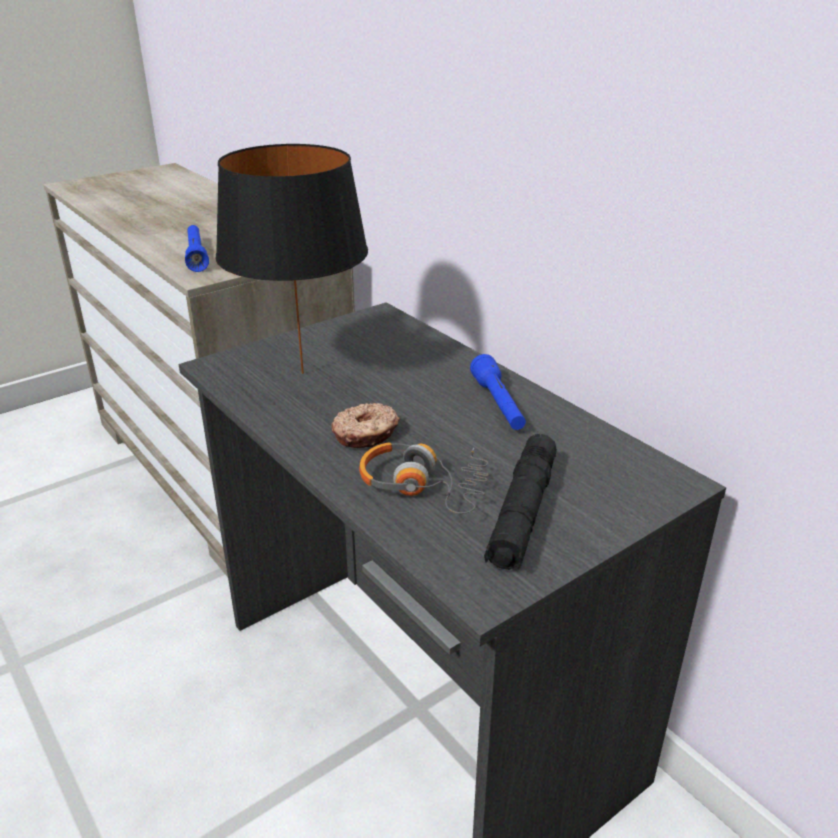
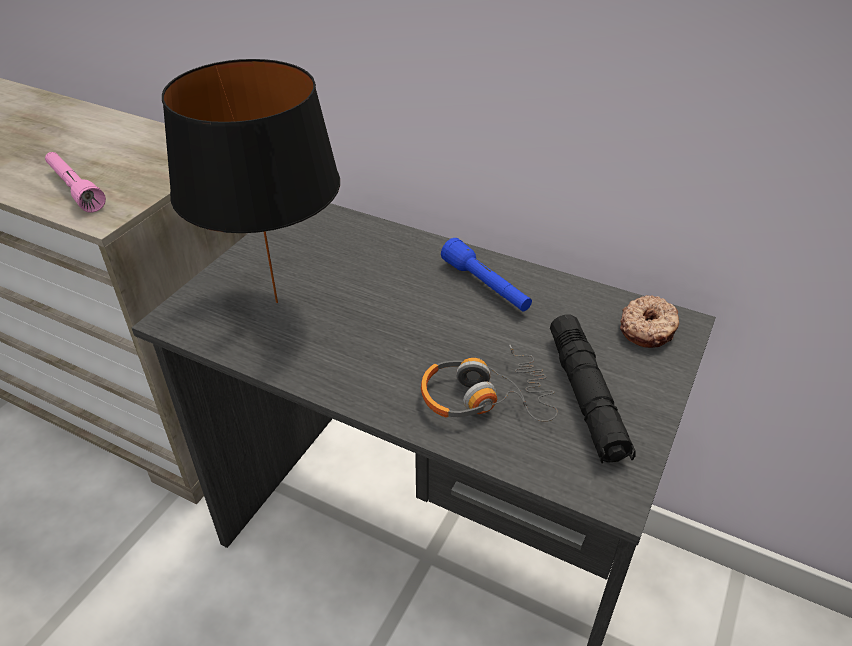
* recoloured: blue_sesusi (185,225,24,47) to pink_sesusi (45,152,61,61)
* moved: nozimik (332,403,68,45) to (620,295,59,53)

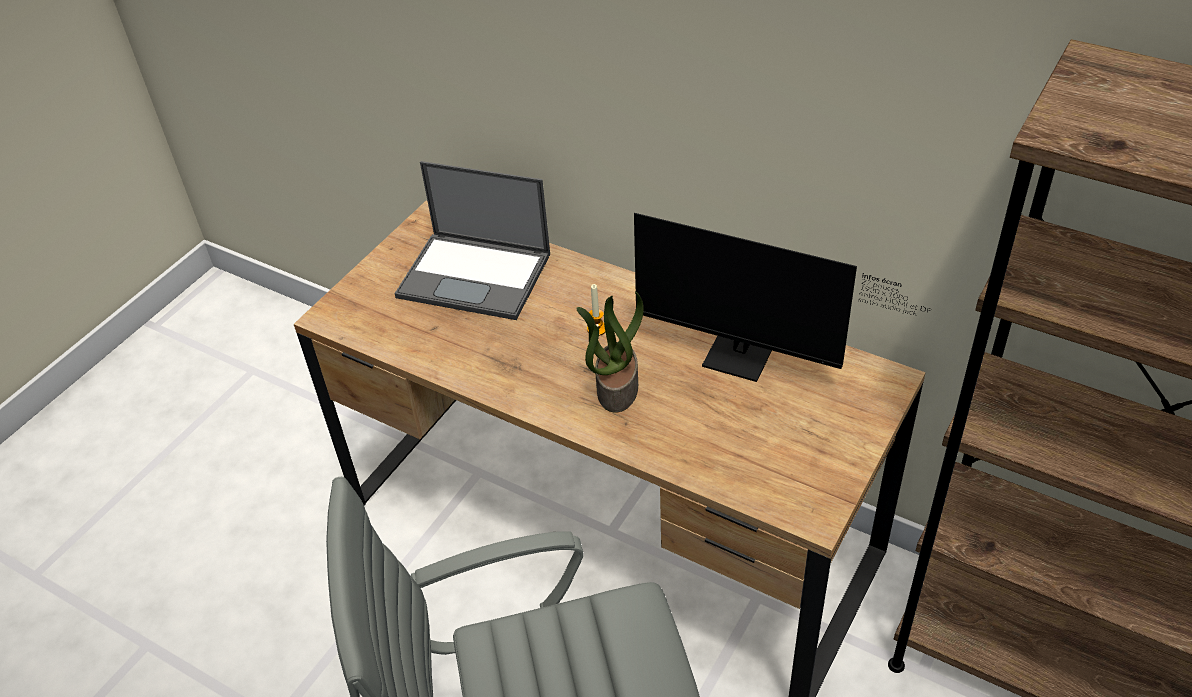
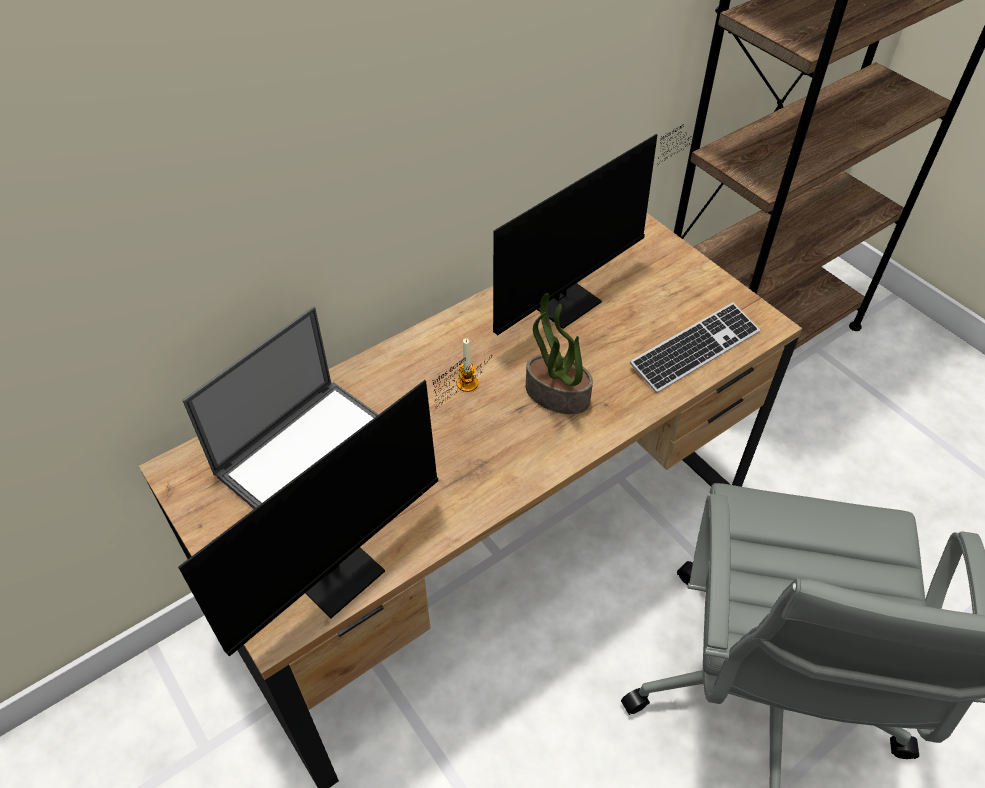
* added: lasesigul (178,355,313,302)
* added: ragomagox (630,303,130,90)

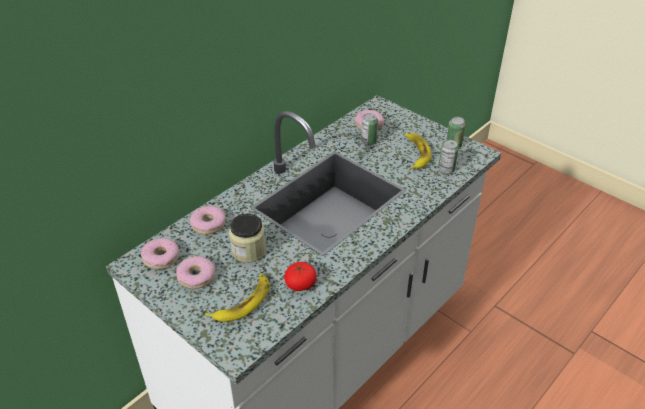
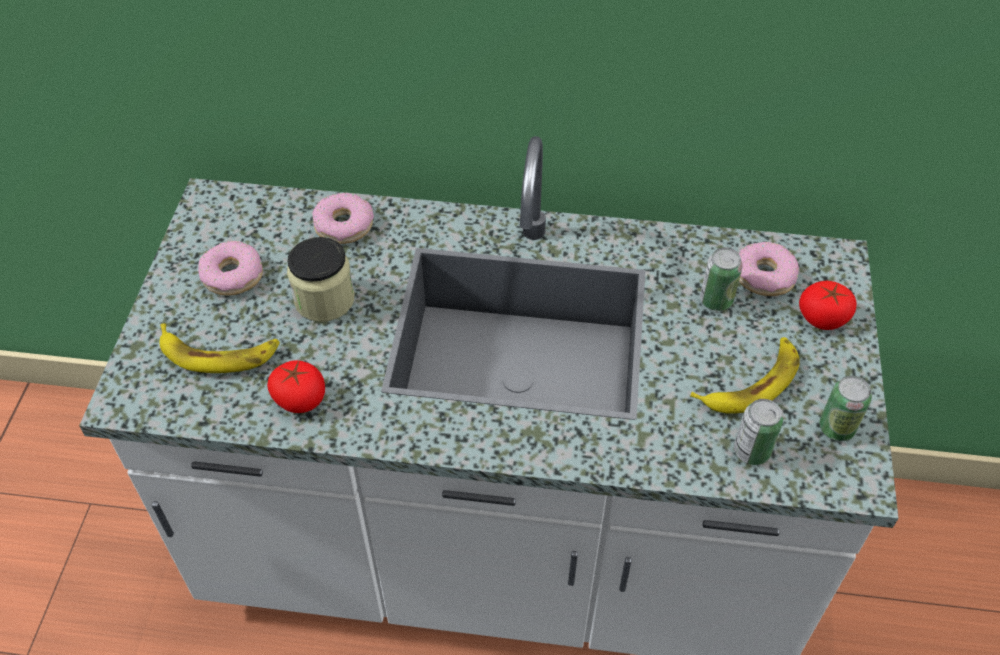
* added: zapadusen (799,281,57,49)
* removed: nozimik (141,238,38,31)

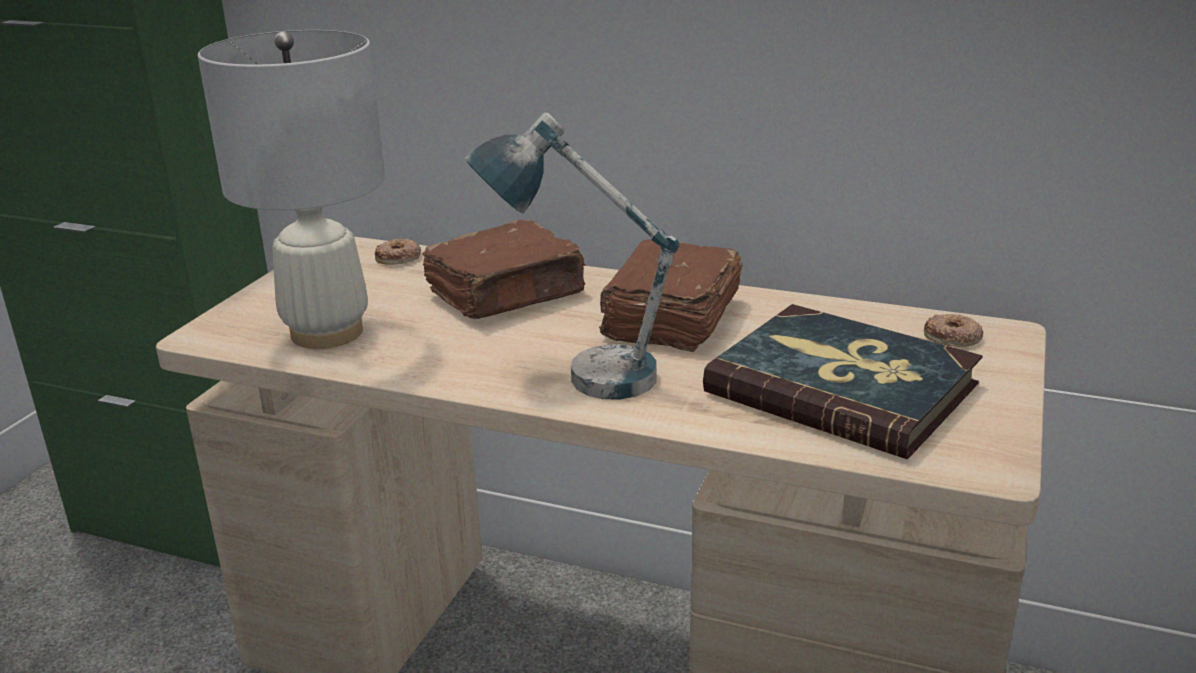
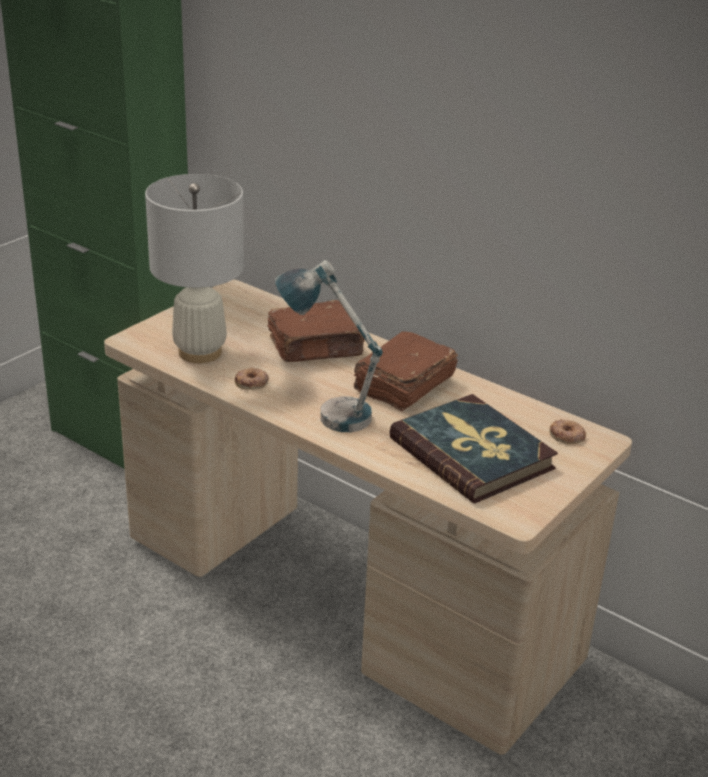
* moved: nozimik (375,239,46,26) to (235,368,34,22)

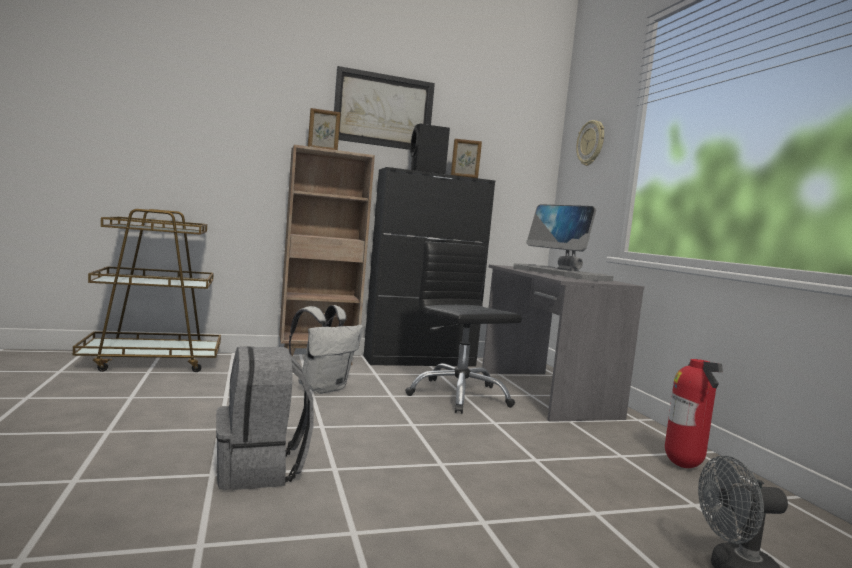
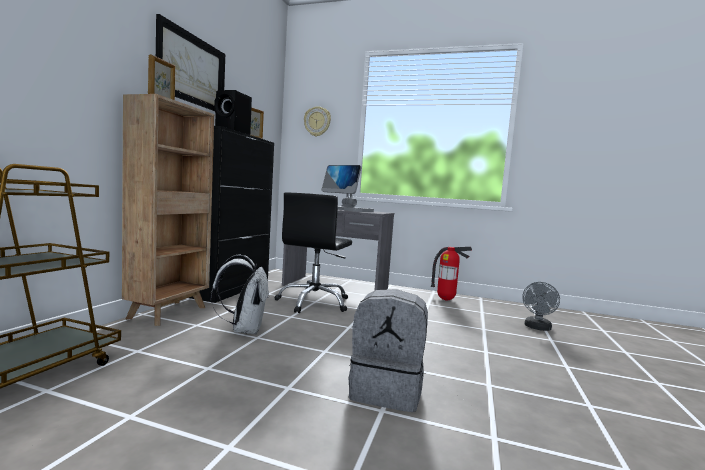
* turned: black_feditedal (405,242,117,172) = (274,193,78,120) 75 degrees counterclockwise
* turned: lasesigul (513,204,101,77) = (321,165,53,47) 45 degrees clockwise

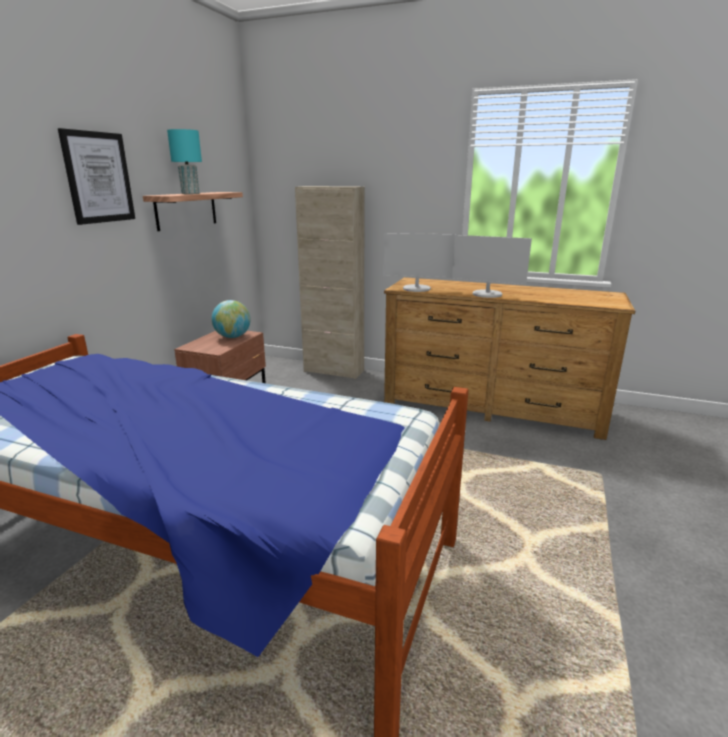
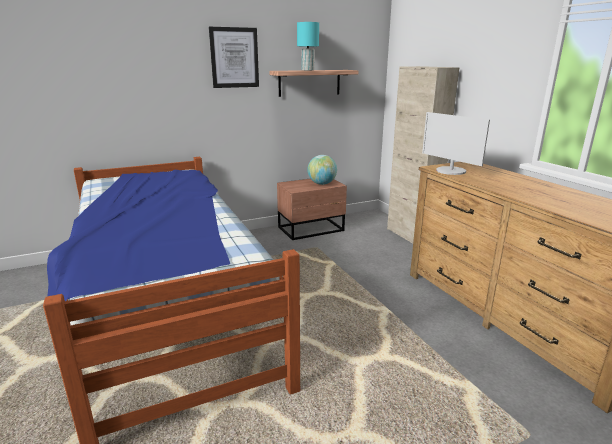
* removed: lasesigul (452,235,80,63)

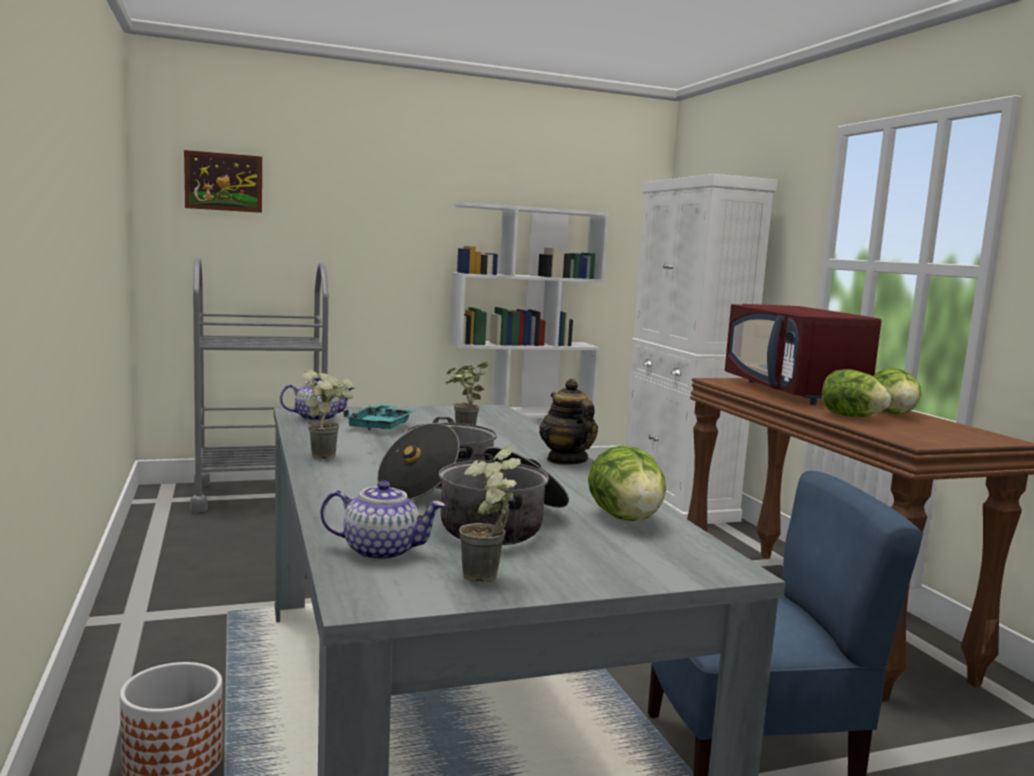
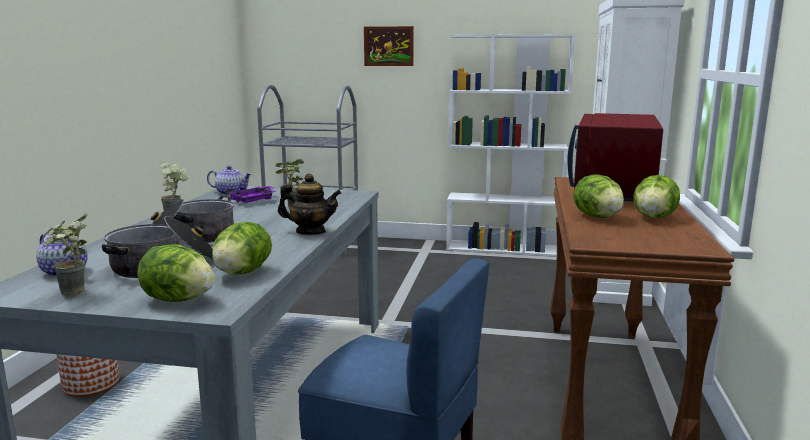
* added: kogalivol (137,244,78,58)
* recoloured: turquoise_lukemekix (343,404,71,26) to purple_lukemekix (226,186,51,17)
* turned: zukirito (539,379,59,86) = (278,174,63,61) 90 degrees clockwise
* moved: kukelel (184,150,78,63) to (364,26,50,40)

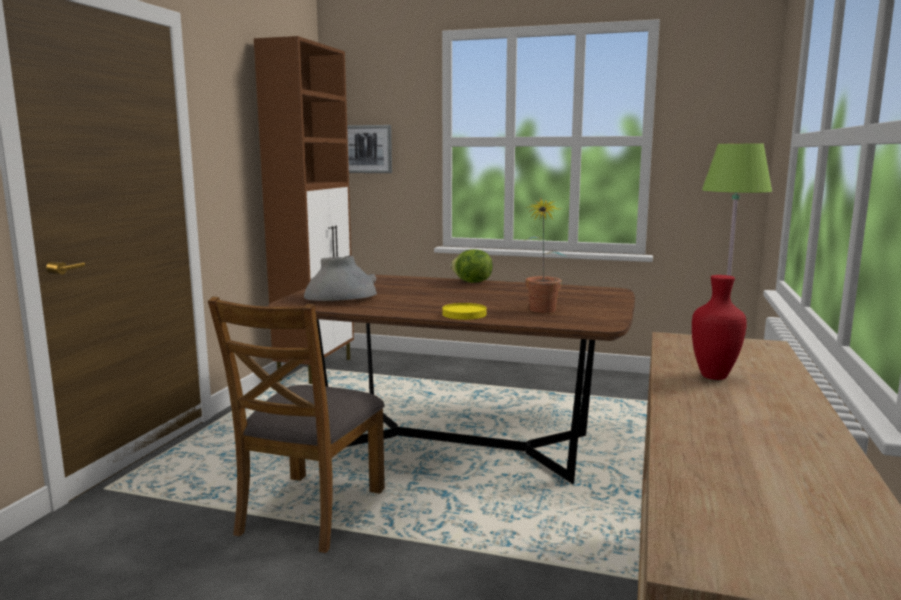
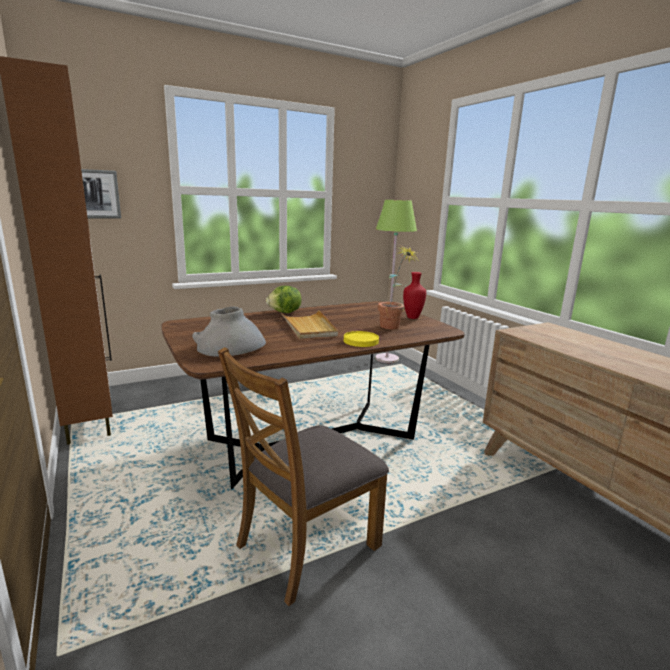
* turned: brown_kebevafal (208,297,177,256) = (218,347,171,259) 75 degrees clockwise
* added: beige_lukemekix (281,310,57,29)
* moved: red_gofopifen (692,275,55,105) to (403,272,23,47)

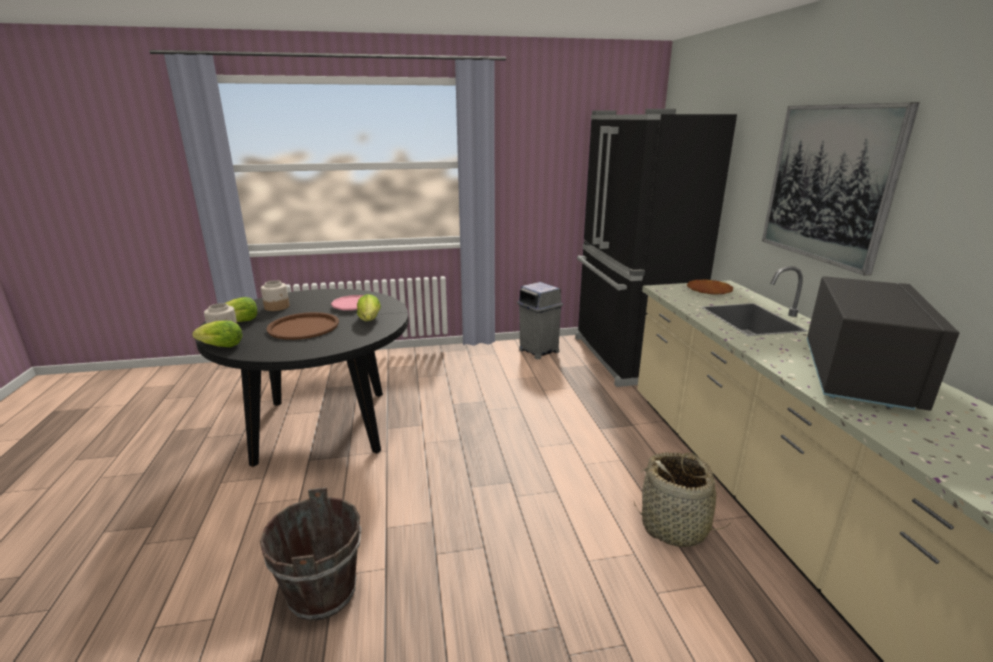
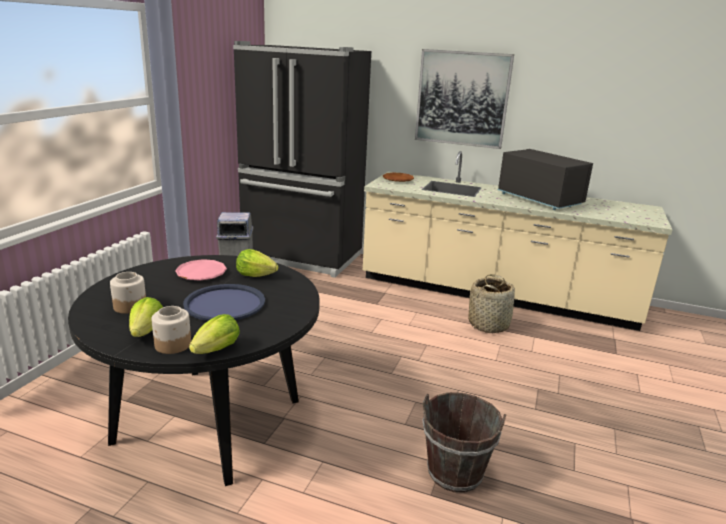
* recoloured: brown_lukemekix (266,312,73,28) to blue_lukemekix (183,284,82,37)

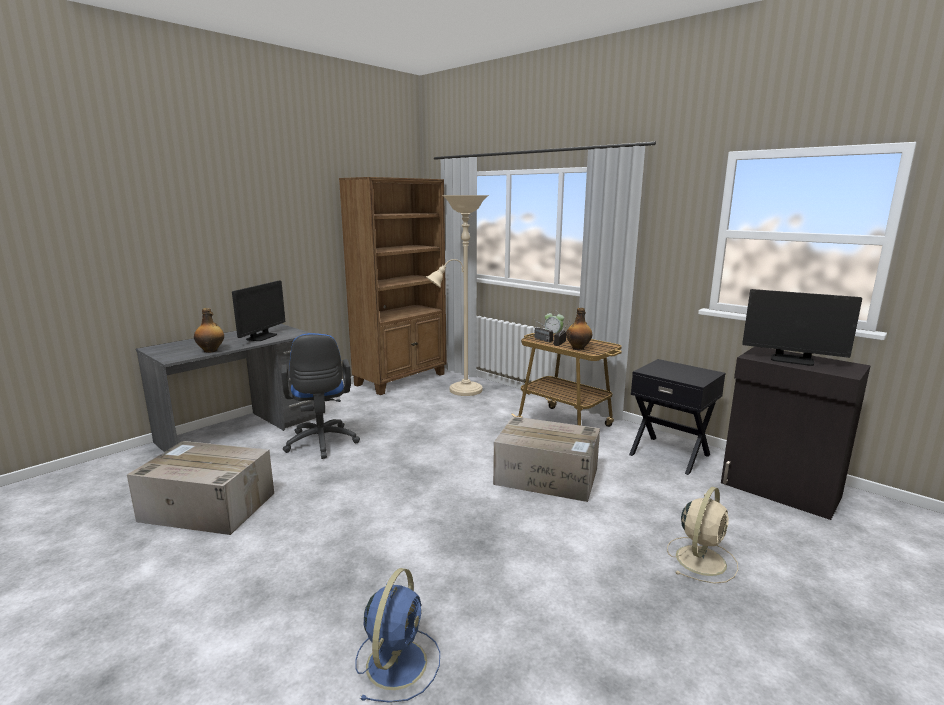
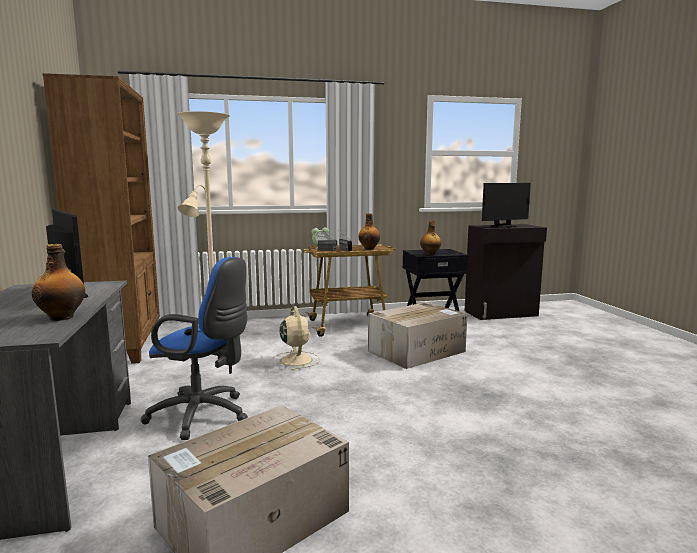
* moved: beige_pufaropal (667,487,71,97) to (271,306,49,64)
* added: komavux (420,221,21,34)
* removed: blue_pufaropal (355,568,85,135)

